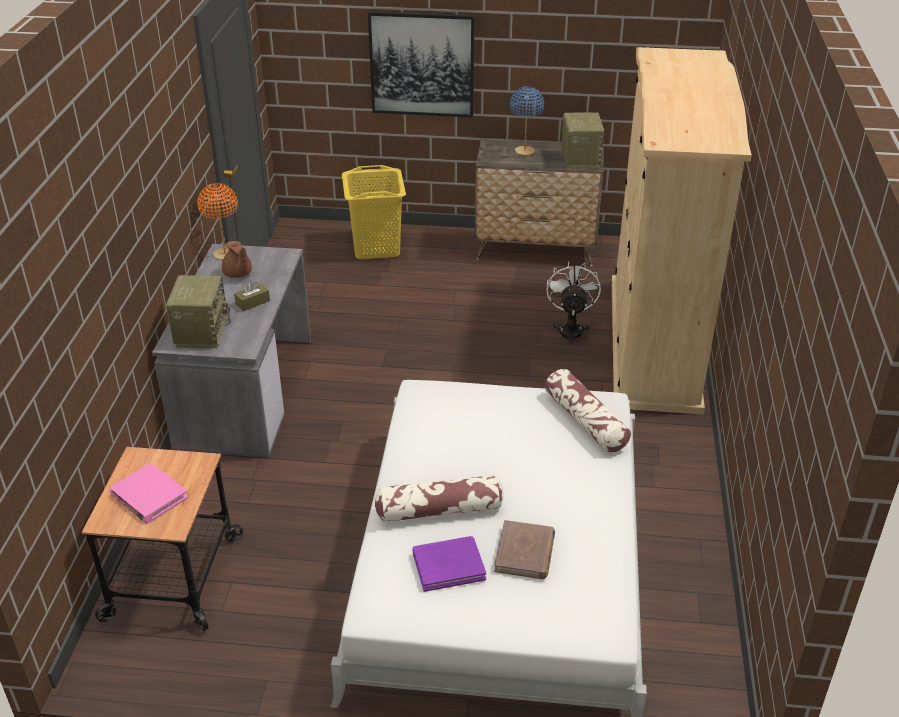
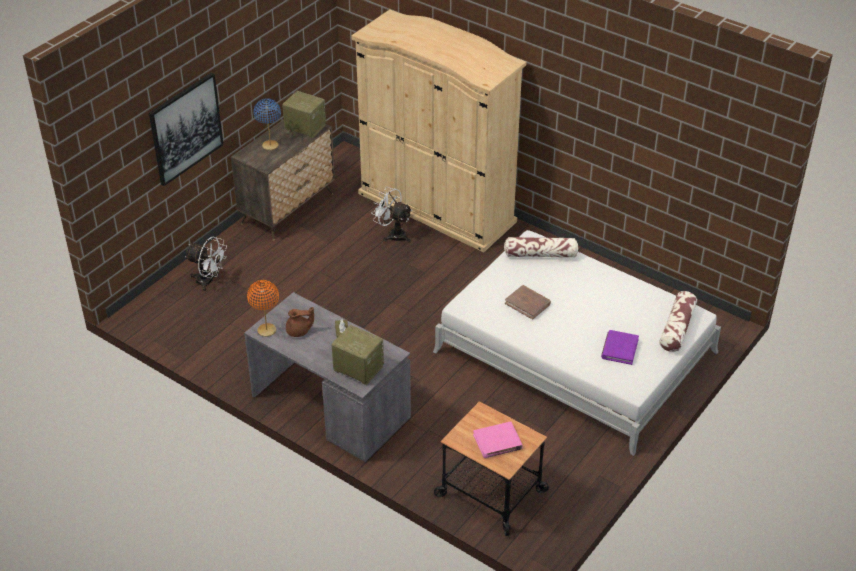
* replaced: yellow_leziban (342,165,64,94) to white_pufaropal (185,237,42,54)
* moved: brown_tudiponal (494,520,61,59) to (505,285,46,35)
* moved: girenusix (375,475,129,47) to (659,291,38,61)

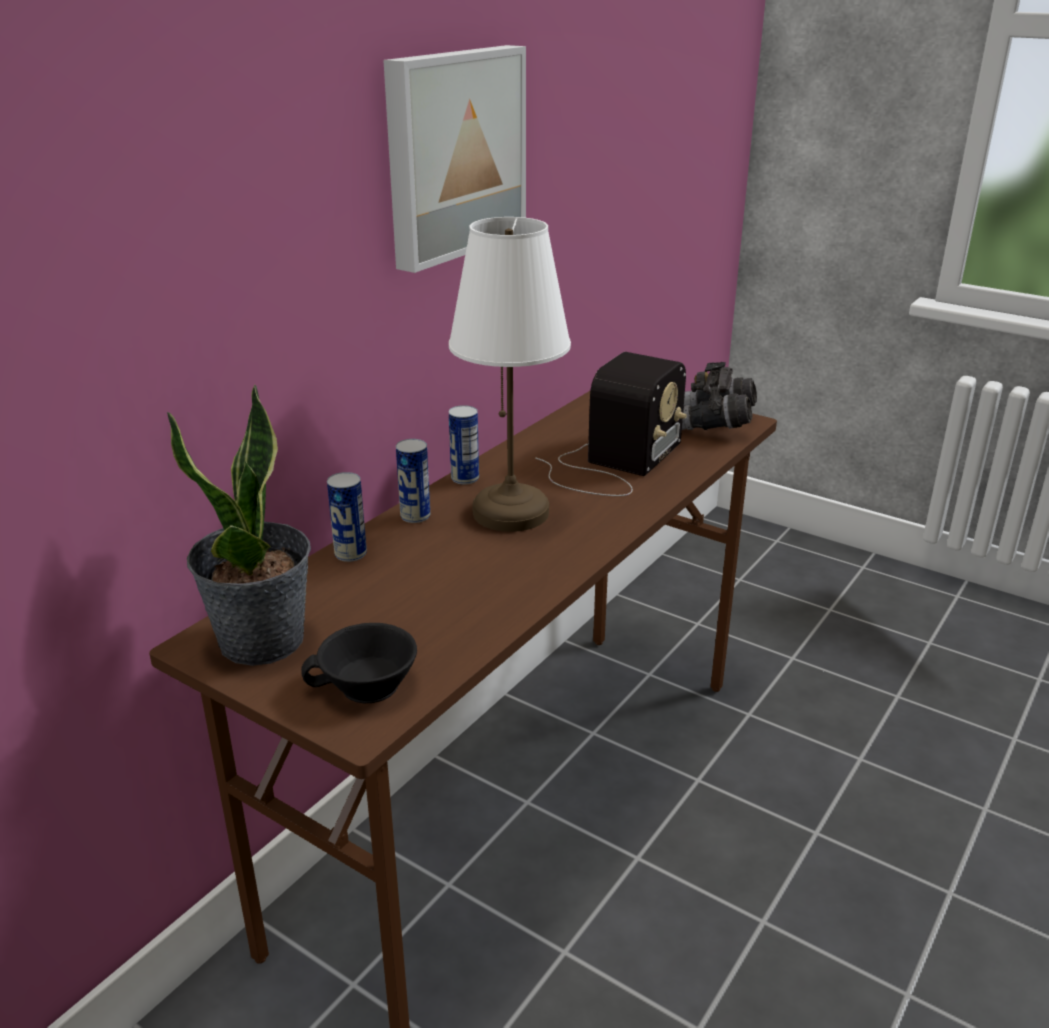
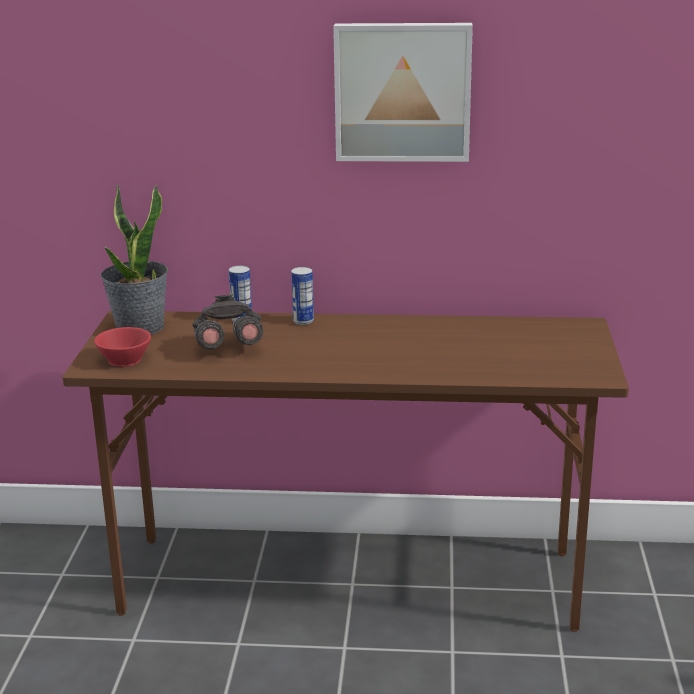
* recoloured: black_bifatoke (301,623,116,80) to red_bifatoke (94,327,57,40)
* moved: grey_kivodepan (682,362,75,68) to (192,294,71,55)
* removed: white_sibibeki (449,217,122,315)
* removed: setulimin (449,405,30,80)
* removed: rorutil (535,352,152,144)

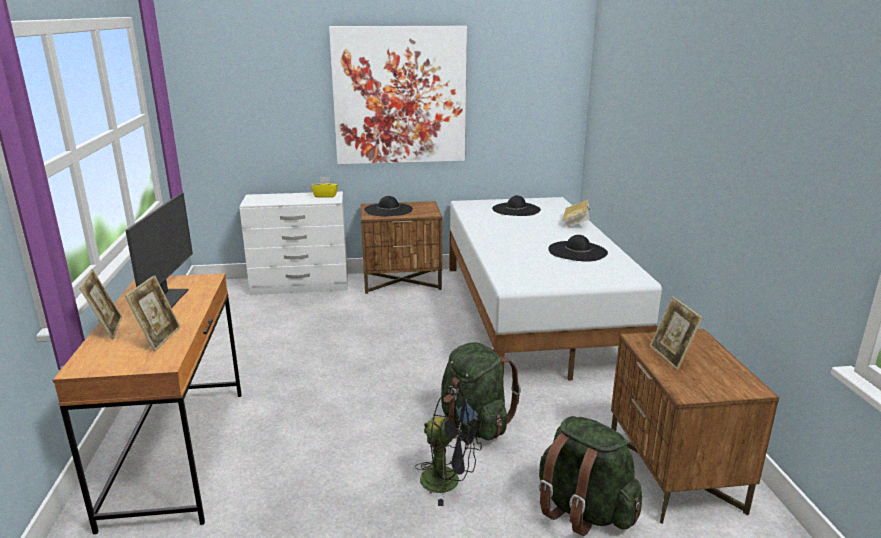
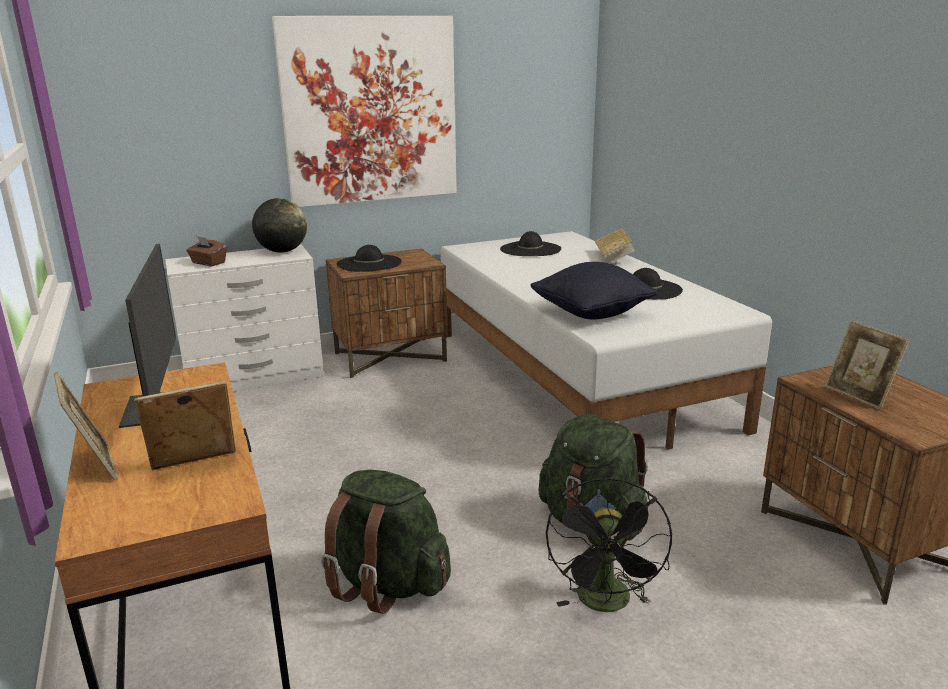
* turned: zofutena (125,275,56,76) = (134,381,102,90) 105 degrees counterclockwise
* added: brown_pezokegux (186,236,41,30)
* replaced: yellow_pezokegux (311,177,27,21) to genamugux (252,198,55,55)
* moved: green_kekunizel (539,416,103,120) to (321,470,130,144)
* added: black_girenusix (531,262,127,57)
* turned: black_pufaropal (415,386,68,120) = (546,477,126,135) 90 degrees clockwise

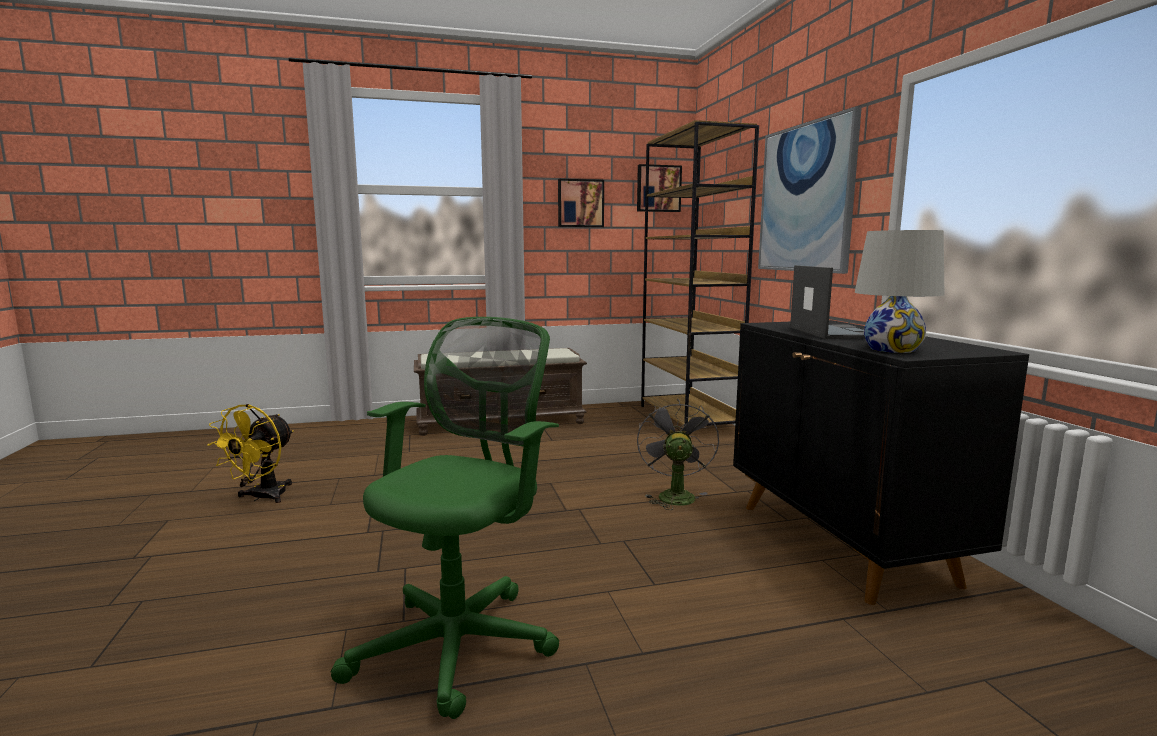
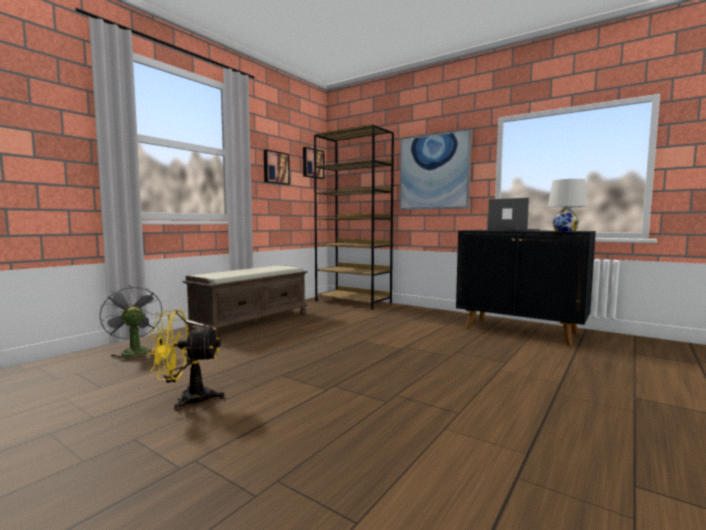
* moved: grey_pufaropal (637,399,82,111) to (100,285,62,74)
* turned: yellow_pufaropal (208,404,86,99) = (148,310,77,101) 105 degrees clockwise
* removed: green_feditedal (330,317,229,402)

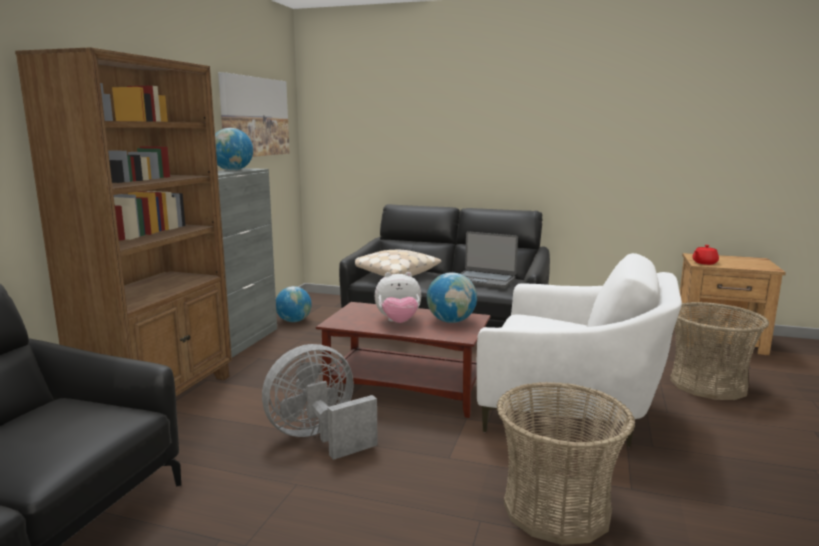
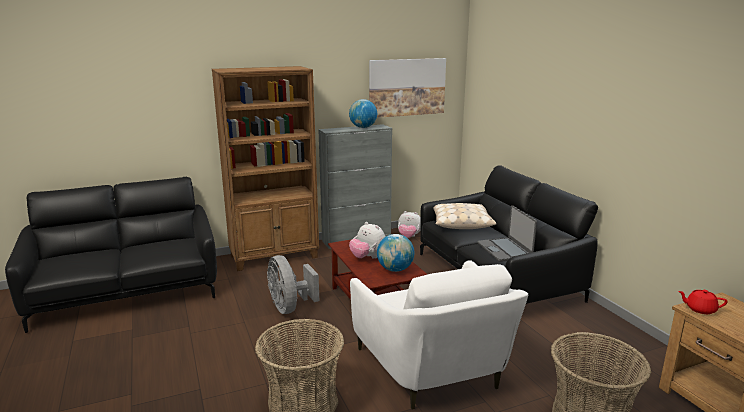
* turned: grey_pufaropal (262,344,116,116) = (267,255,52,59) 135 degrees counterclockwise
* replaced: genamugux (276,286,36,36) to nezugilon (398,211,23,27)

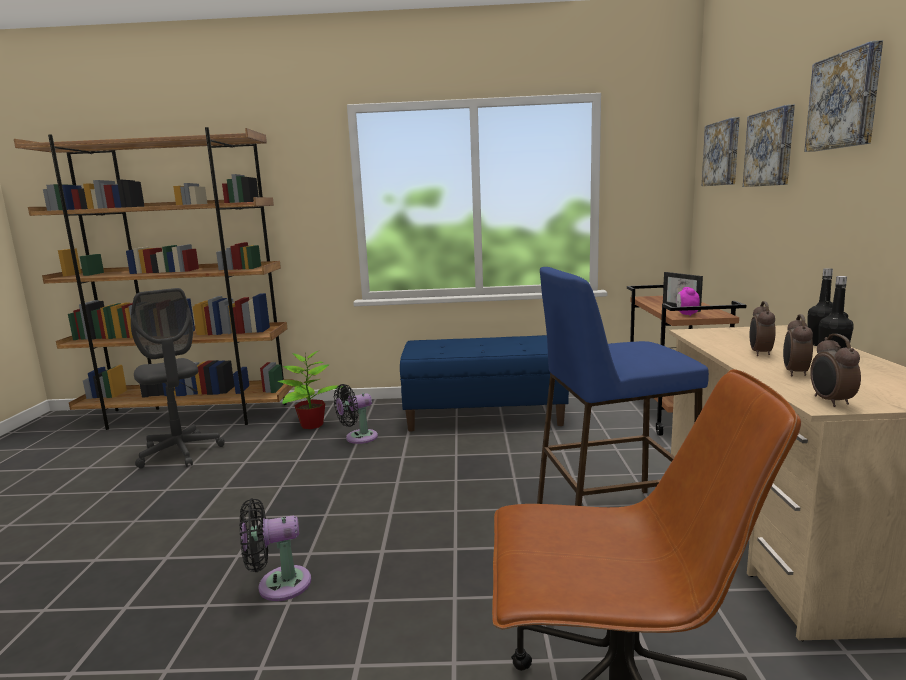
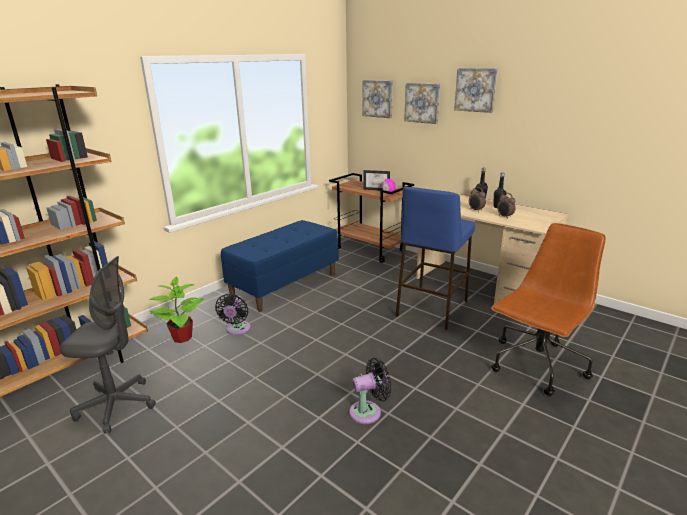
* turned: black_pufaropal (240,498,71,103) = (349,358,42,66) 135 degrees counterclockwise
* removed: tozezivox (810,334,51,73)

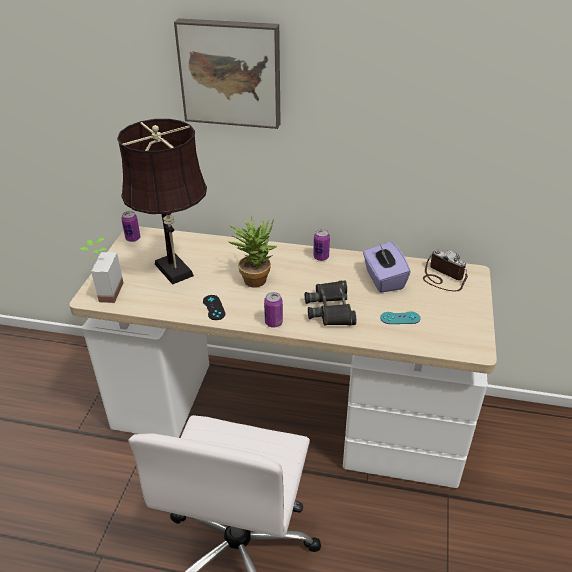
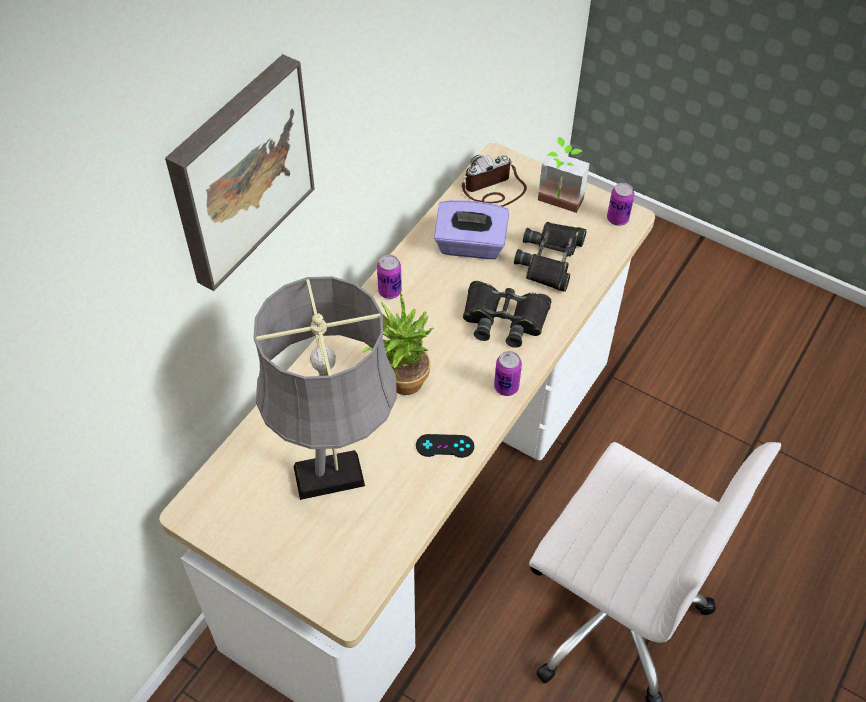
* recoloured: brown_sibibeki (117,119,90,166) to grey_sibibeki (253,276,144,224)
* replaced: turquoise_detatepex (380,311,41,13) to black_kivodepan (514,222,73,70)
* moved: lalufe (80,238,43,65) to (538,137,52,76)
* moved: setulimin (121,211,19,31) to (607,183,27,43)

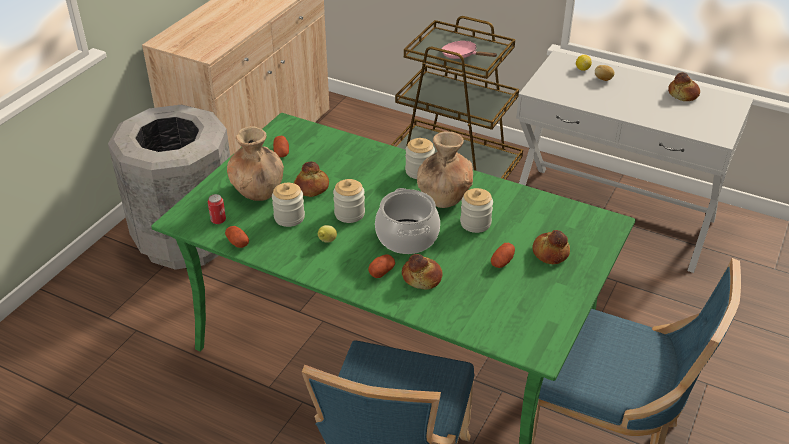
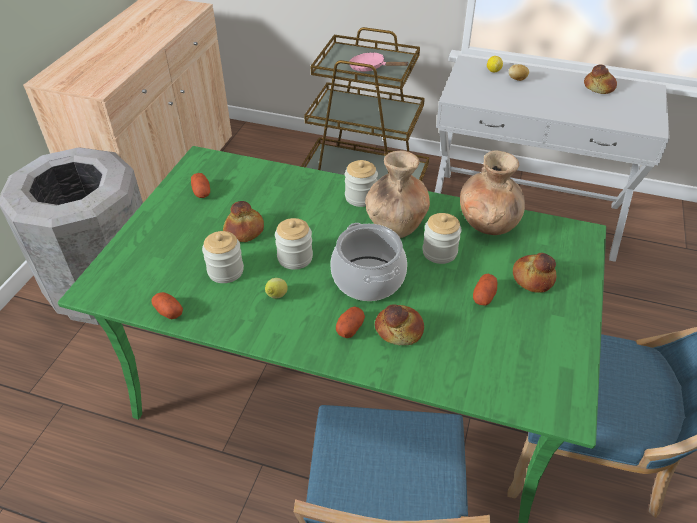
* moved: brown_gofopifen (227,126,57,75) to (460,151,65,84)
* removed: setulimin (208,194,18,30)

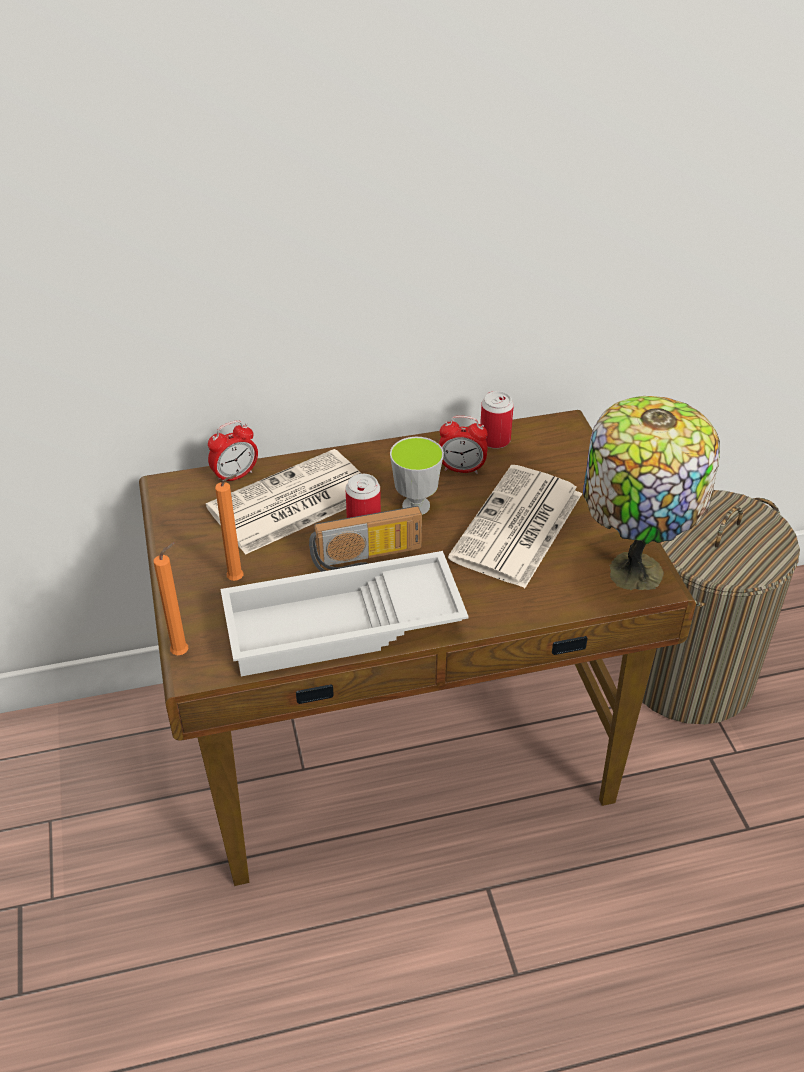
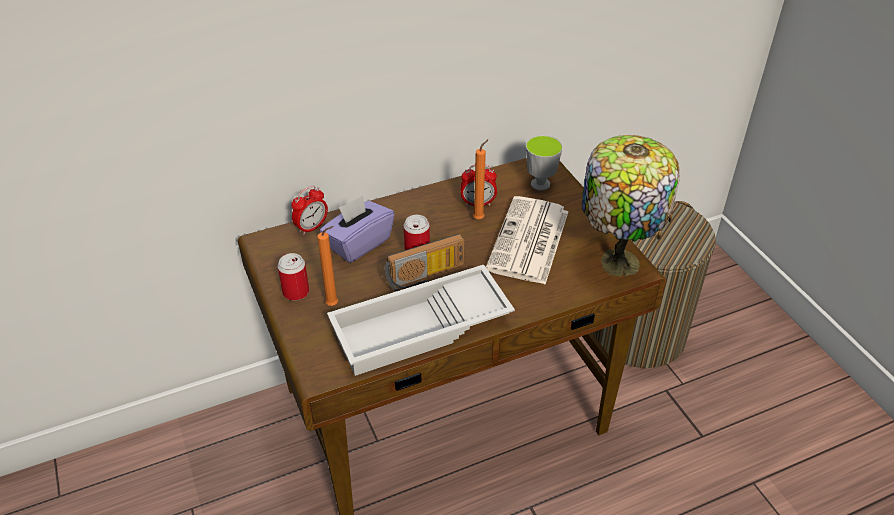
* moved: setulimin (480,391,34,58) to (278,253,31,48)
* replaced: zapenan (206,449,155,106) to purple_pezokegux (320,195,75,68)
* moved: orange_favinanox (154,542,34,113) to (473,139,16,80)
* moved: bifatoke (390,437,54,78) to (526,135,37,56)

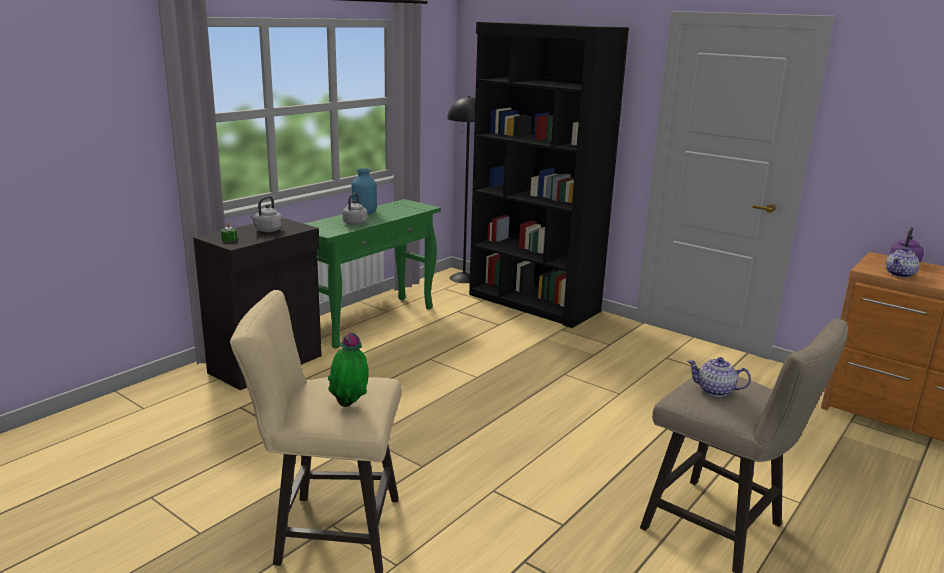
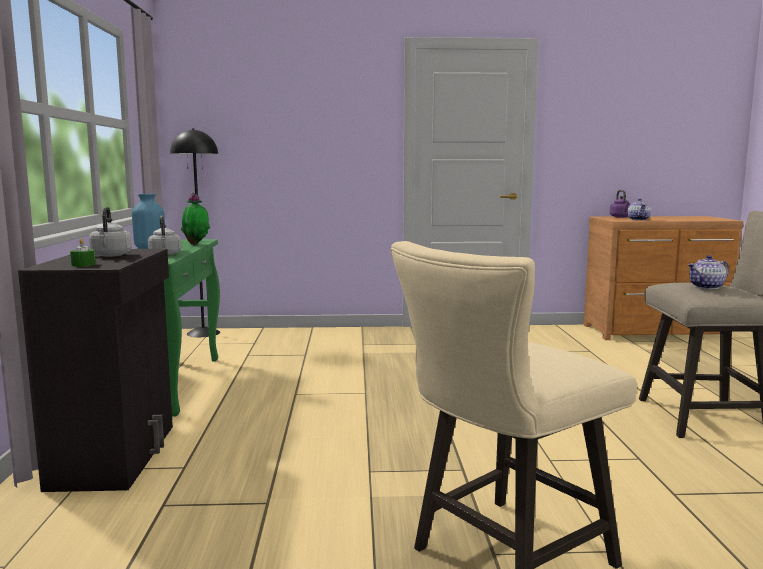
* moved: lalufe (328,332,41,75) to (181,193,29,52)
* removed: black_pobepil (469,22,160,306)

